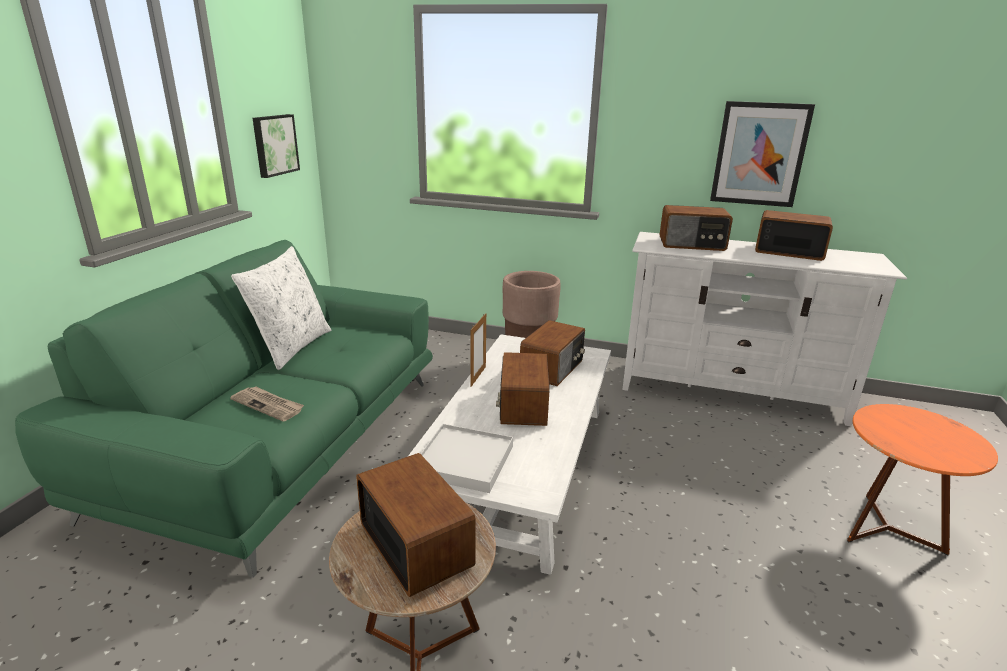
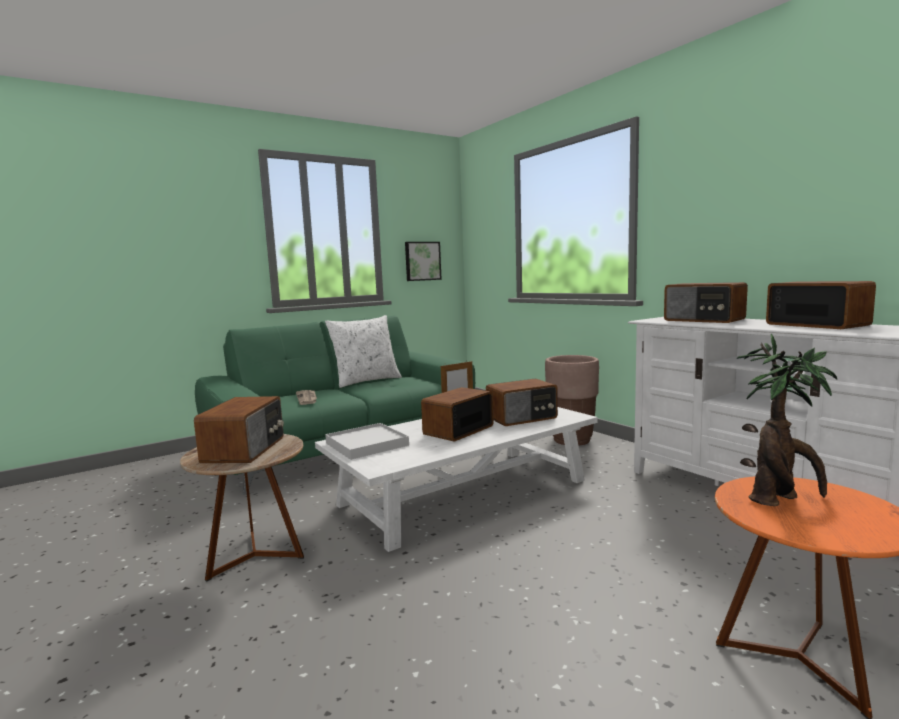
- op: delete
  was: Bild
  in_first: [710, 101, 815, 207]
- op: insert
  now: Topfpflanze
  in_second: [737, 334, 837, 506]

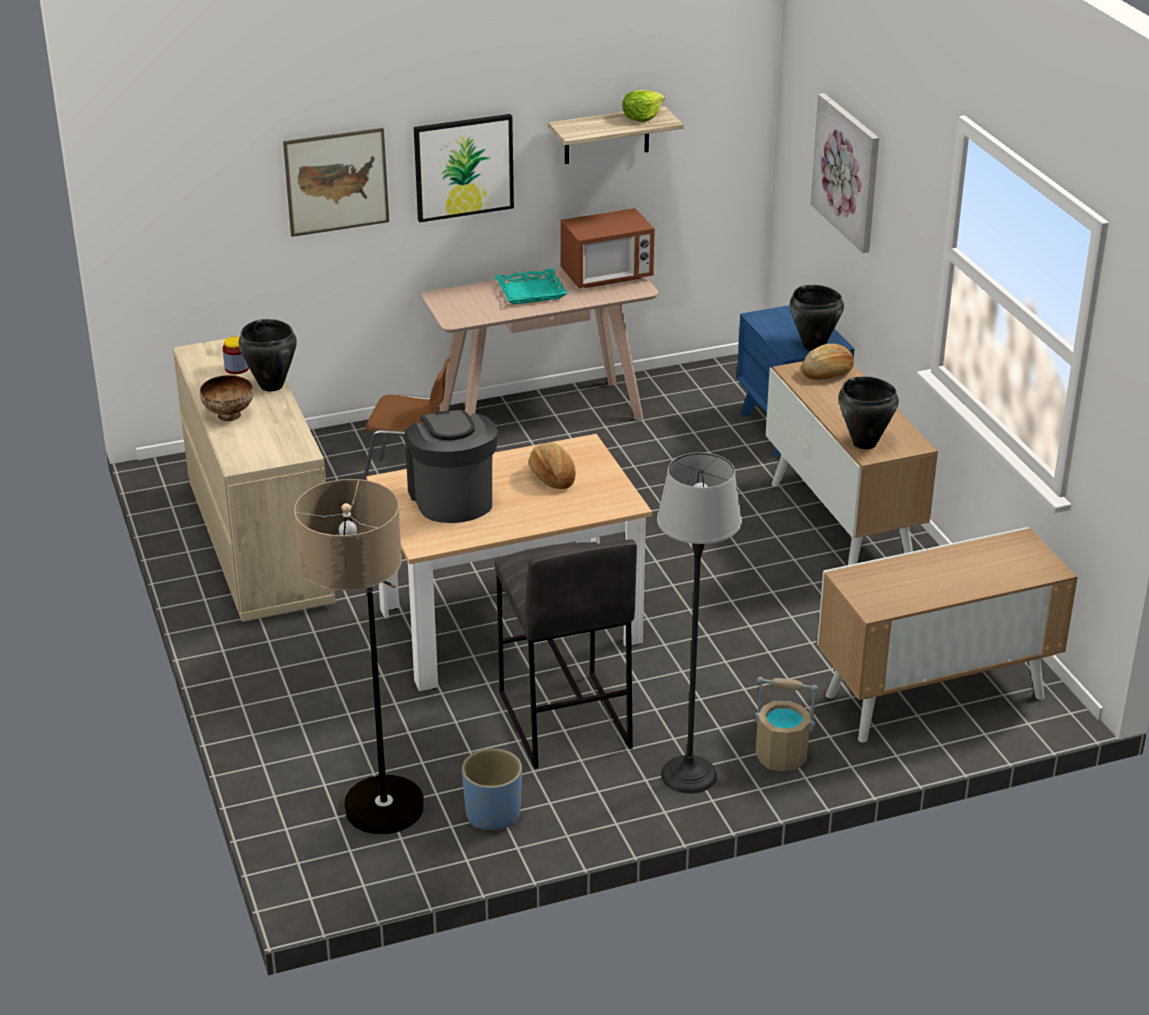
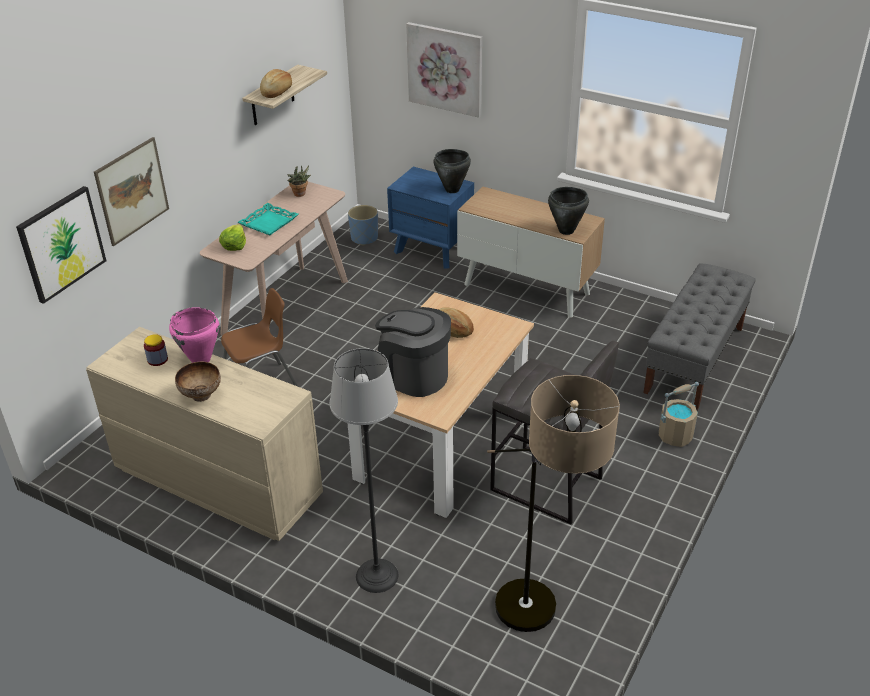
- op: recolor
  was: Kochtopf [schwarz]
  now: Kochtopf [rosa]
  in_first: [239, 319, 297, 391]
  in_second: [169, 307, 219, 363]
- op: move
  was: Bild
  in_first: [414, 114, 514, 222]
  in_second: [16, 186, 106, 304]
- op: move
  was: Pflanzkübel [blau]
  in_first: [462, 748, 522, 830]
  in_second: [348, 205, 378, 246]
- op: replace
  was: Mikrowelle
  now: Topfpflanze
  in_first: [560, 208, 655, 288]
  in_second: [288, 165, 311, 197]
- op: move
  was: Salatkopf
  in_first: [622, 90, 664, 122]
  in_second: [219, 224, 246, 251]
- op: move
  was: Stehlampe
  in_first: [657, 452, 742, 793]
  in_second: [330, 348, 398, 593]
- op: move
  was: Brot
  in_first: [801, 344, 854, 380]
  in_second: [260, 69, 292, 98]
- op: replace
  was: Schrank
  now: Bank [grau]
  in_first: [817, 527, 1078, 743]
  in_second: [643, 263, 756, 411]

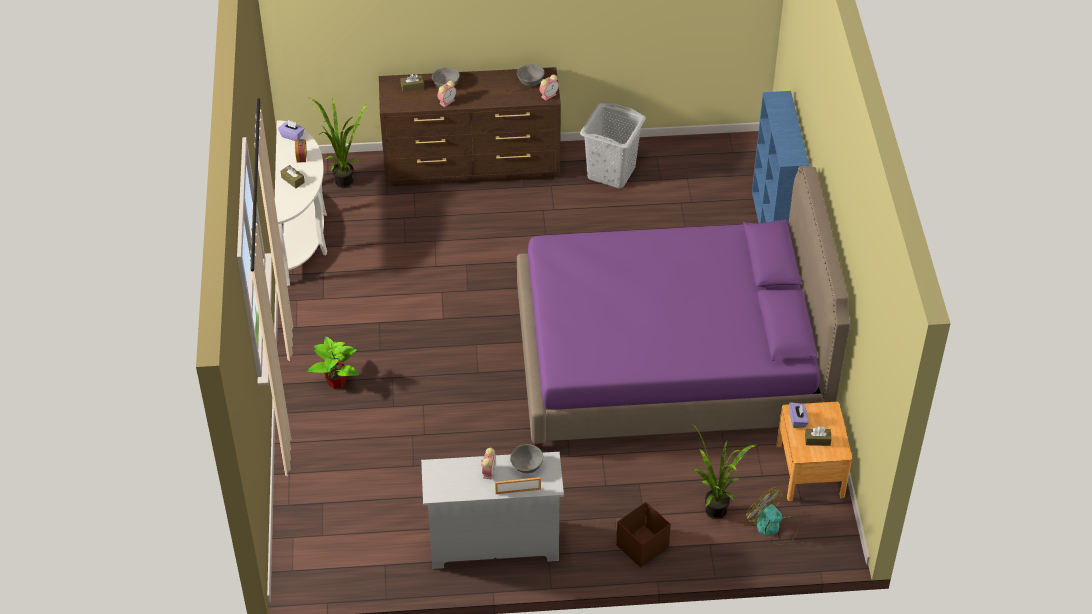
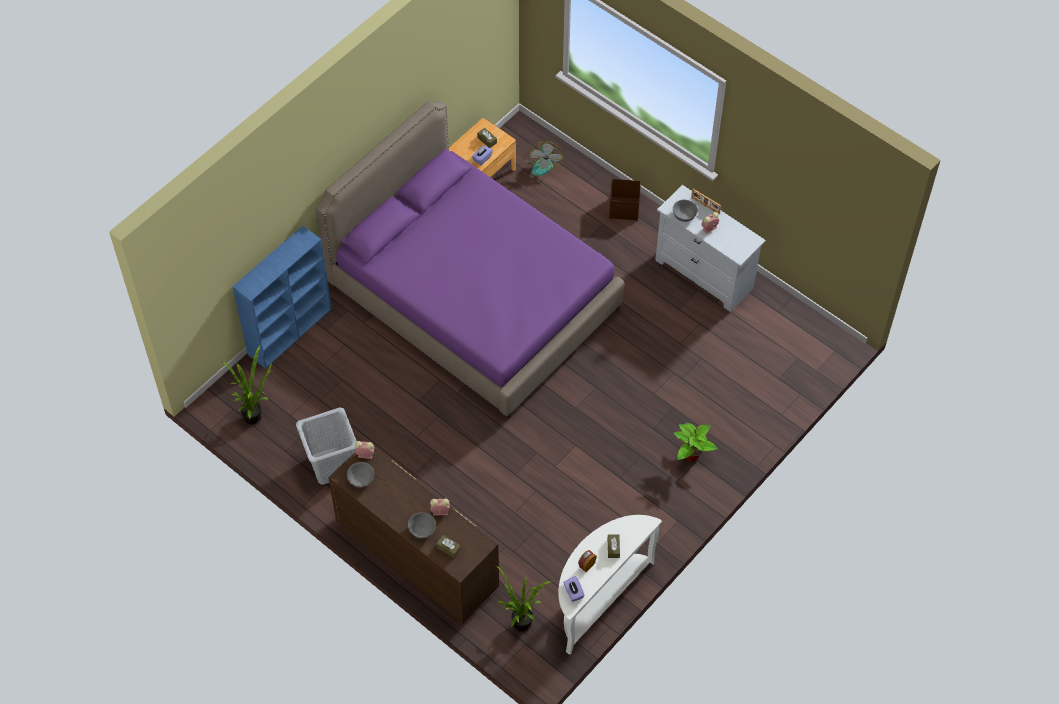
- op: move
  was: Topfpflanze
  in_first: [693, 425, 756, 519]
  in_second: [222, 346, 272, 425]

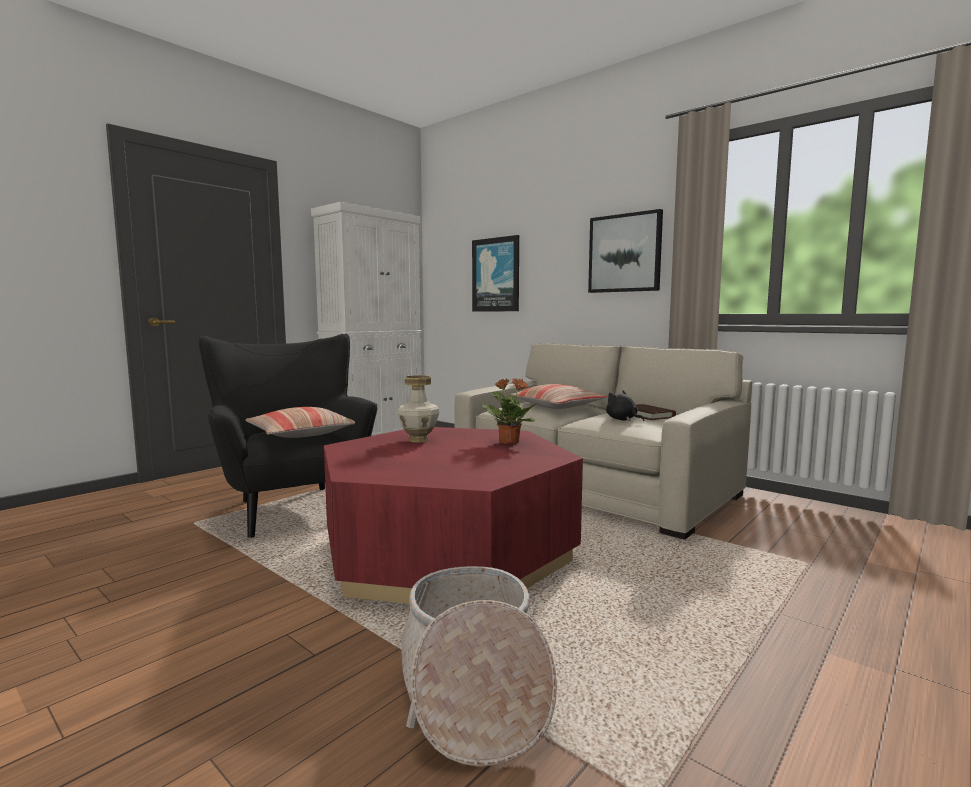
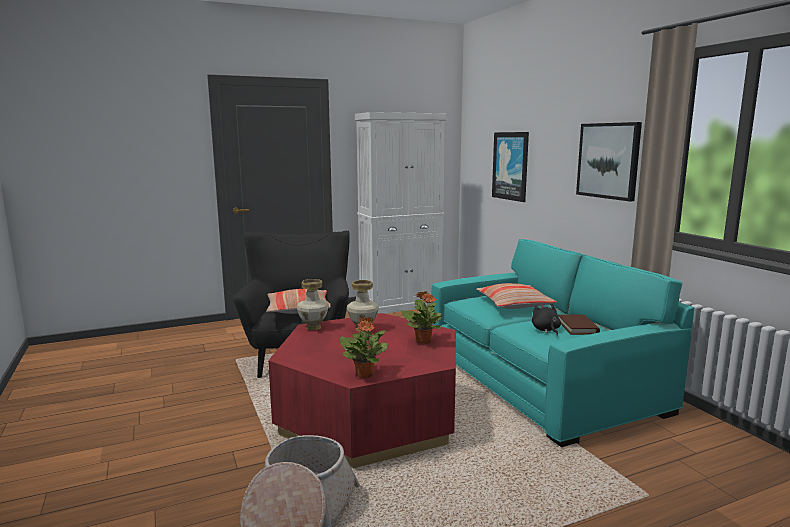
- op: recolor
  was: Sofa [beige]
  now: Sofa [türkis]
  in_first: [455, 343, 752, 540]
  in_second: [431, 239, 694, 447]
- op: insert
  now: Vase
  in_second: [296, 279, 329, 330]
- op: insert
  now: Topfpflanze
  in_second: [340, 317, 388, 378]

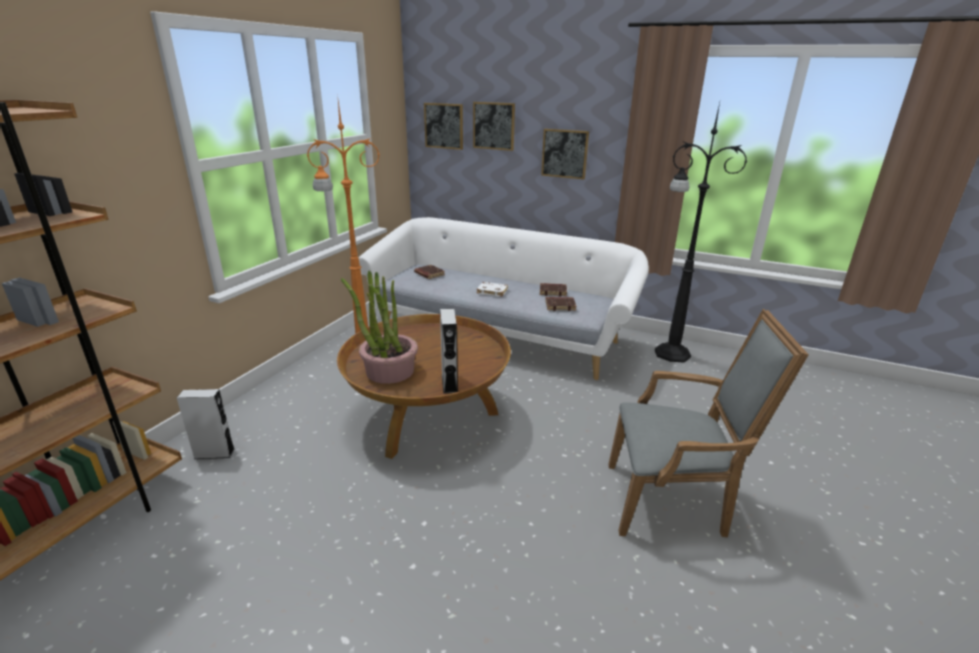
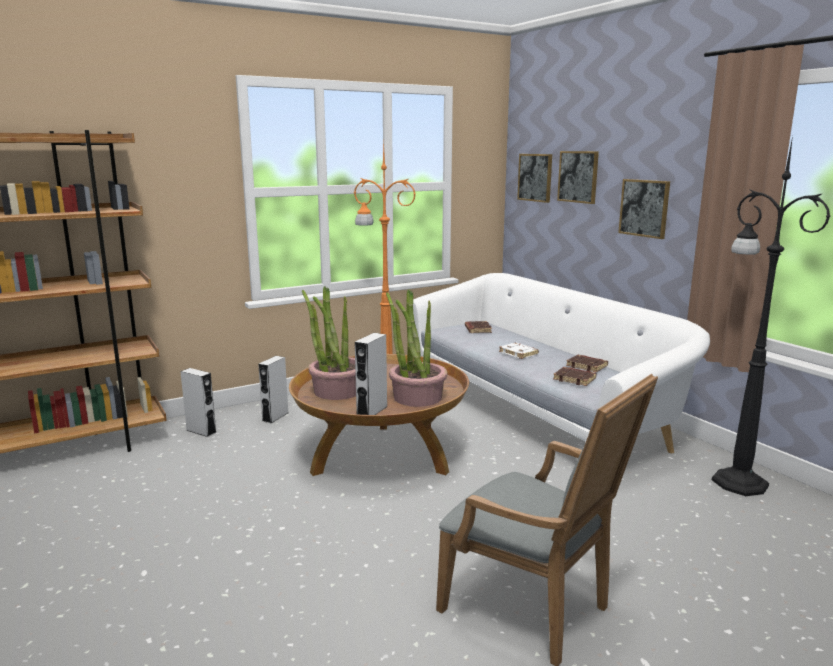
- op: insert
  now: Lautsprecher [grau]
  in_second: [258, 356, 288, 423]
- op: insert
  now: Topfpflanze
  in_second: [386, 290, 448, 407]

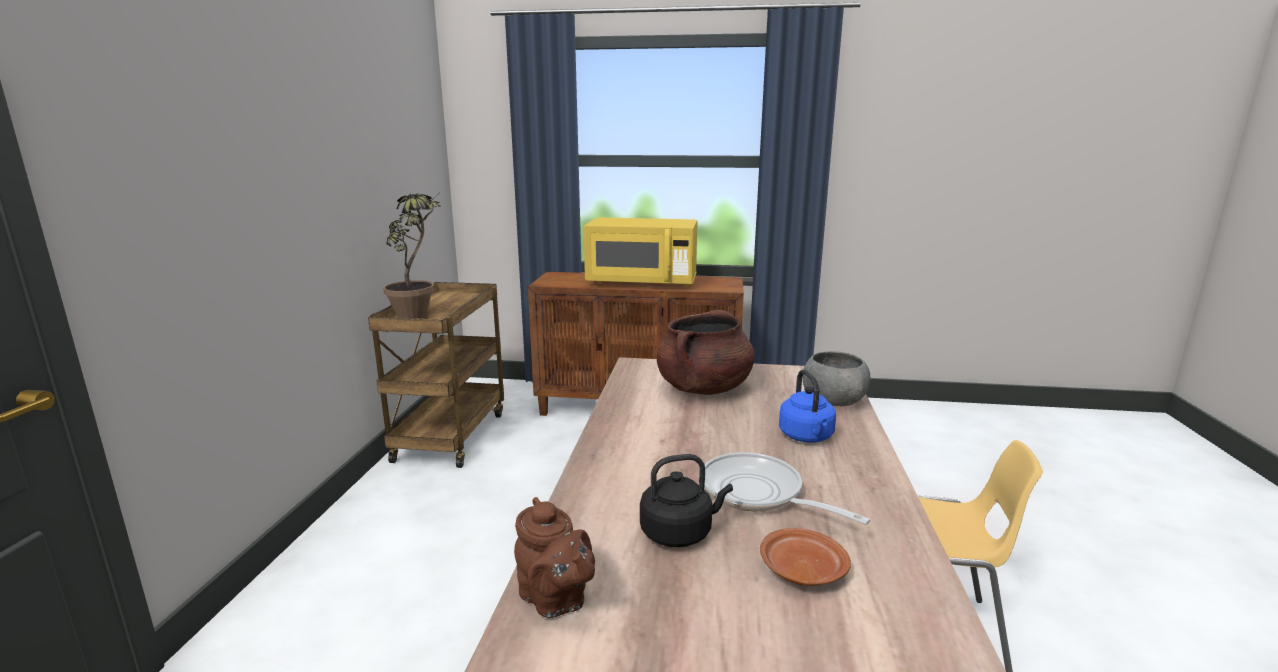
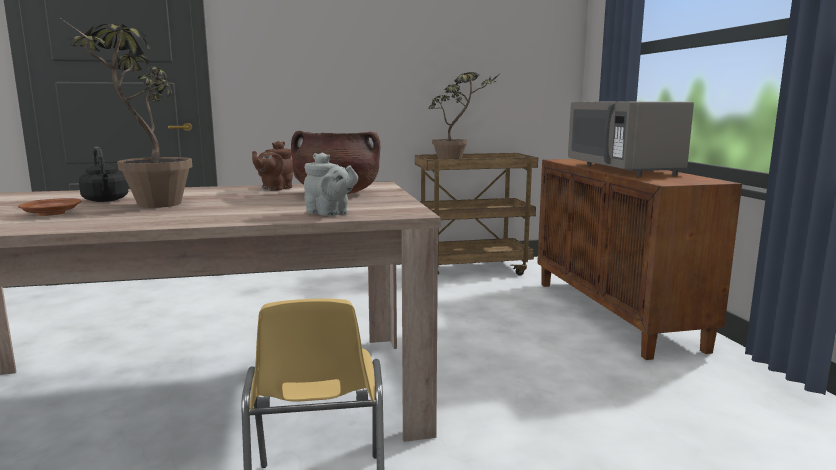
- op: move
  was: Teekanne [braun]
  in_first: [514, 497, 595, 618]
  in_second: [252, 141, 293, 191]
- op: recolor
  was: Mikrowelle [gelb]
  now: Mikrowelle [grau]
  in_first: [584, 217, 698, 288]
  in_second: [568, 102, 694, 177]
- op: replace
  was: Pfanne
  now: Topfpflanze
  in_first: [704, 452, 870, 525]
  in_second: [62, 19, 192, 208]
- op: delete
  was: Wasserkessel [blau]
  in_first: [779, 369, 836, 443]
- op: replace
  was: Schüssel [grau]
  now: Teekanne [grau]
  in_first: [802, 351, 871, 407]
  in_second: [304, 152, 358, 216]

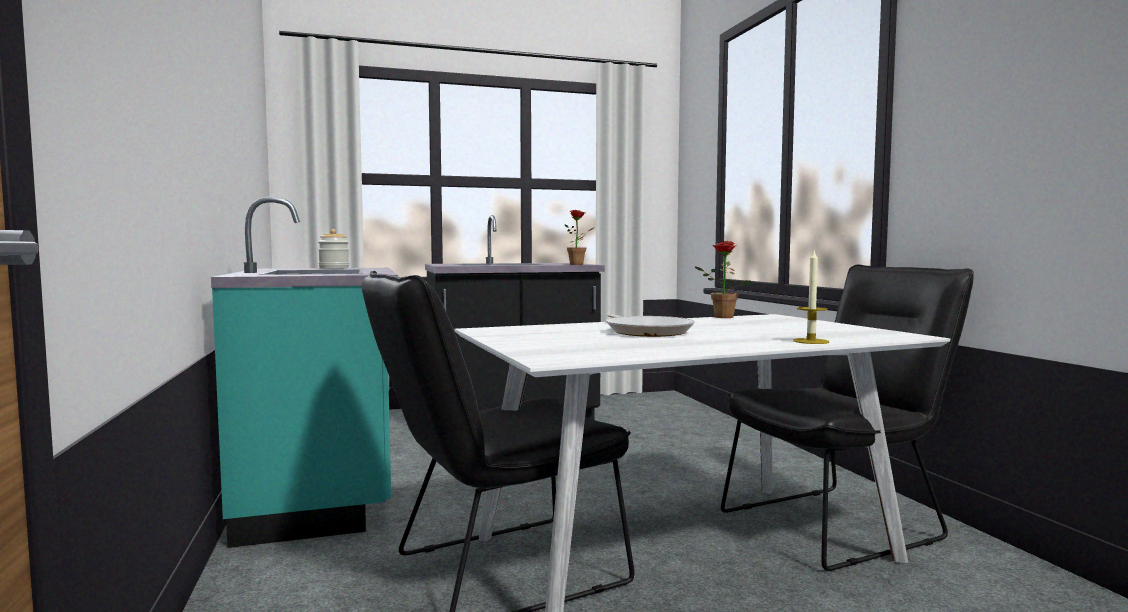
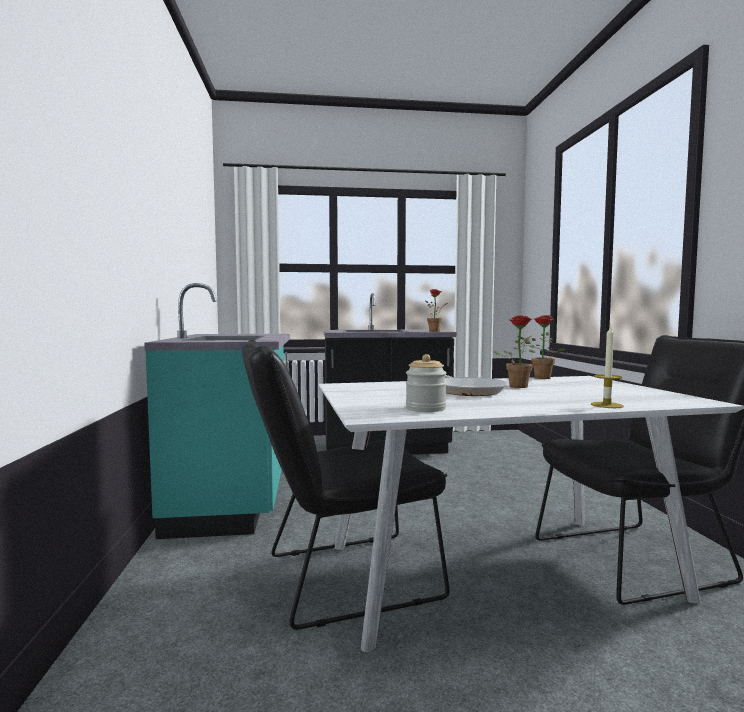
- op: move
  was: Vorratsglas
  in_first: [318, 229, 349, 269]
  in_second: [406, 354, 447, 412]
- op: insert
  now: Topfpflanze
  in_second: [494, 315, 535, 388]

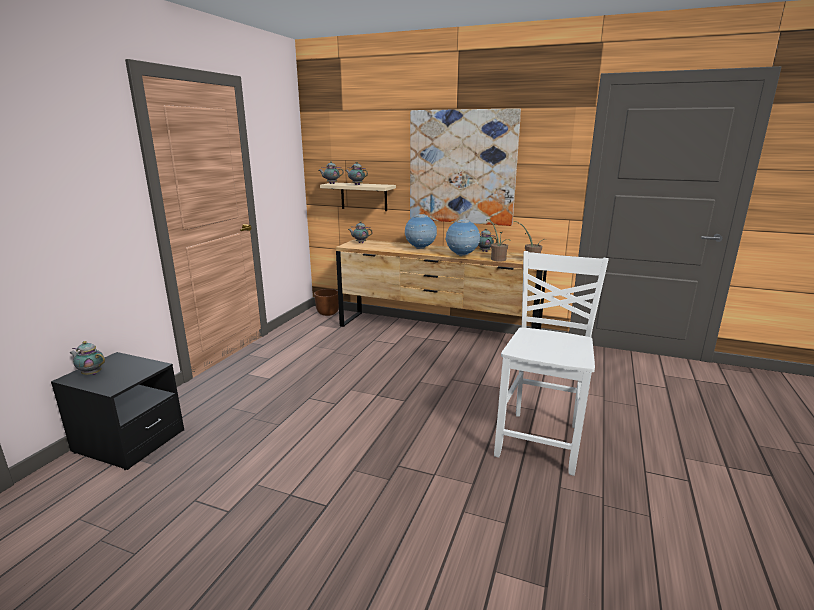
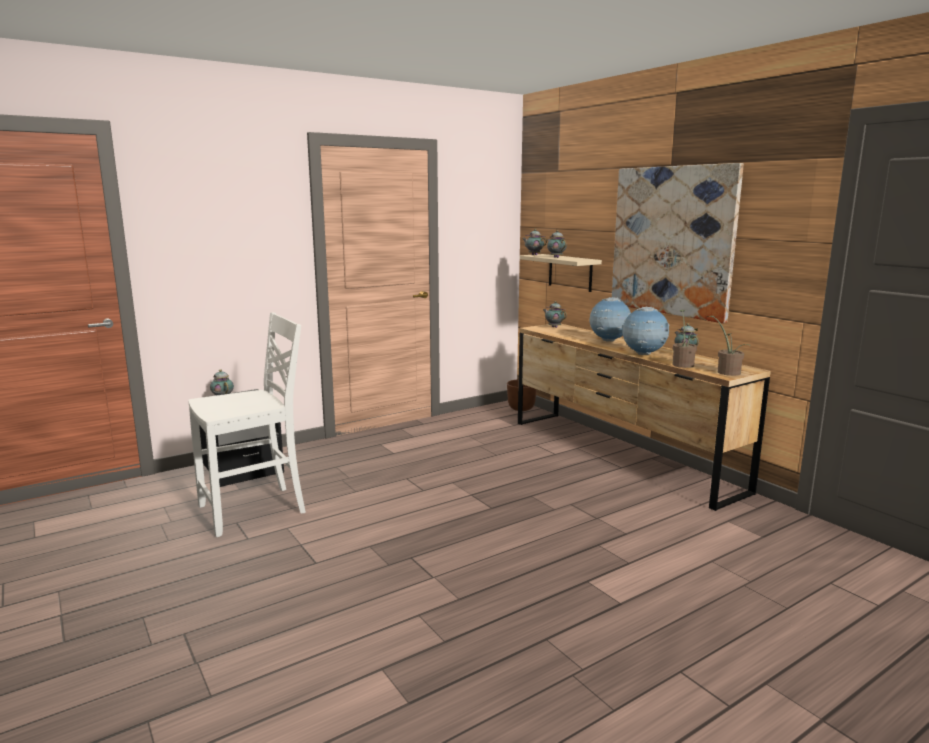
- op: move
  was: Stuhl [weiß]
  in_first: [494, 251, 609, 476]
  in_second: [188, 312, 306, 537]

